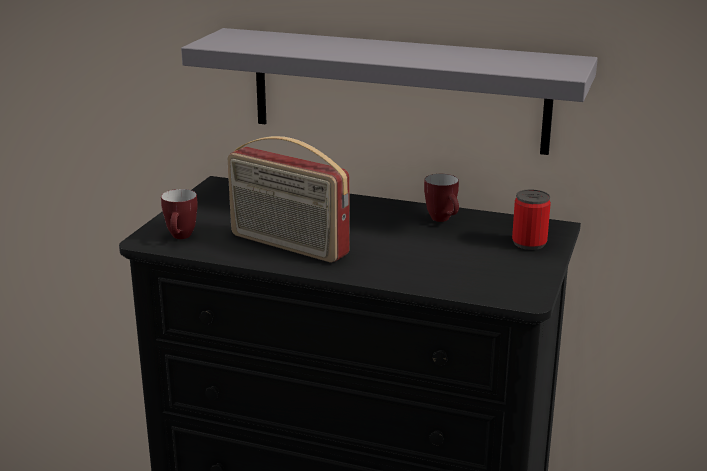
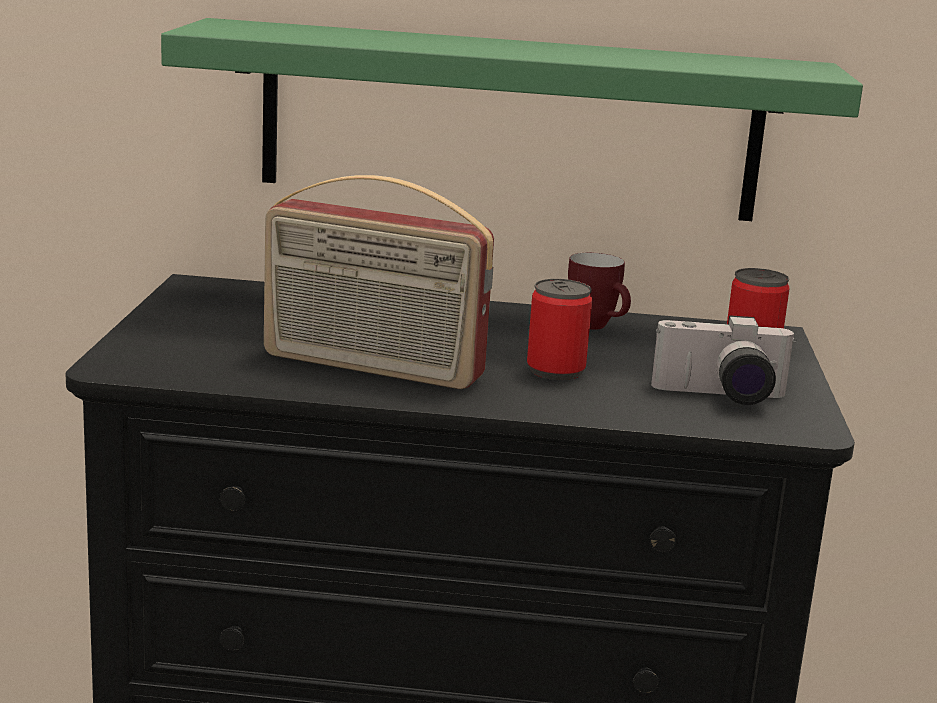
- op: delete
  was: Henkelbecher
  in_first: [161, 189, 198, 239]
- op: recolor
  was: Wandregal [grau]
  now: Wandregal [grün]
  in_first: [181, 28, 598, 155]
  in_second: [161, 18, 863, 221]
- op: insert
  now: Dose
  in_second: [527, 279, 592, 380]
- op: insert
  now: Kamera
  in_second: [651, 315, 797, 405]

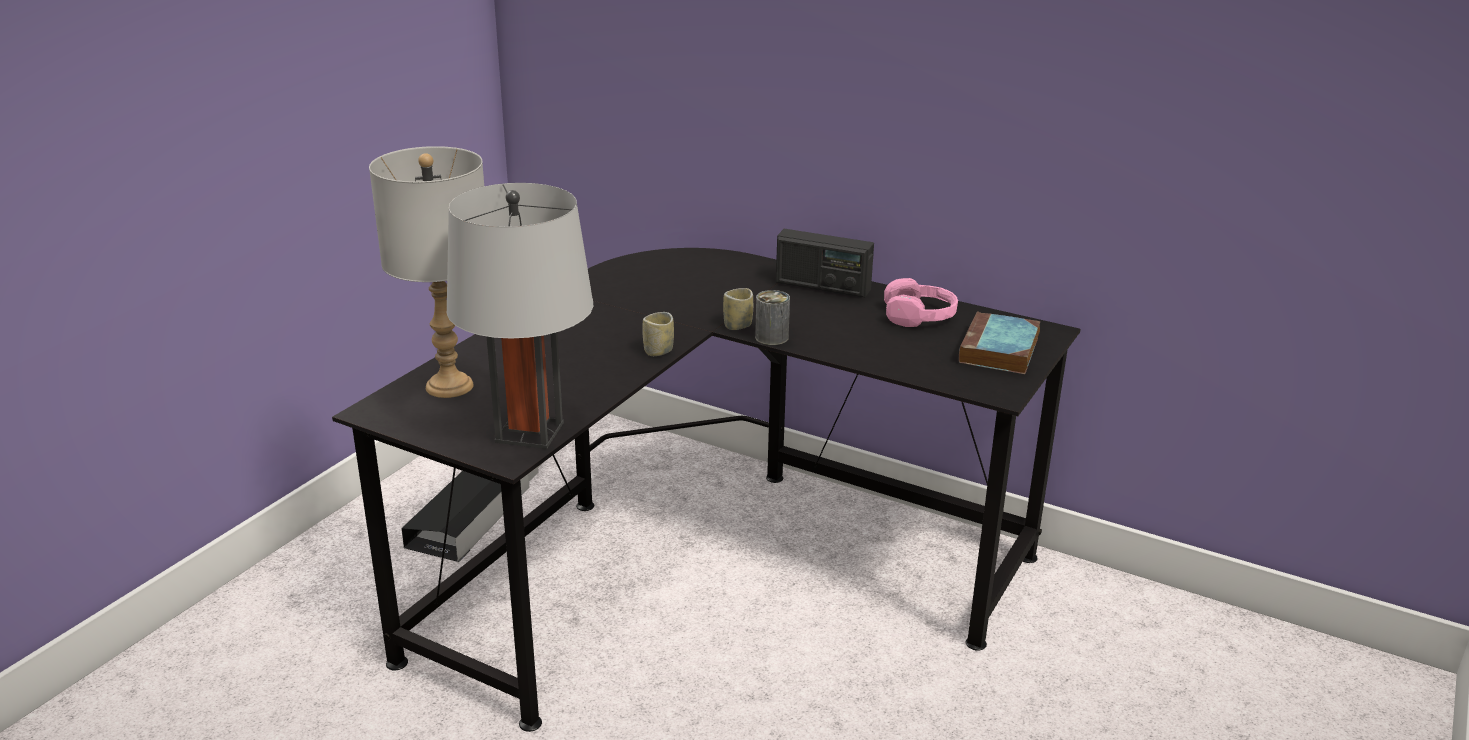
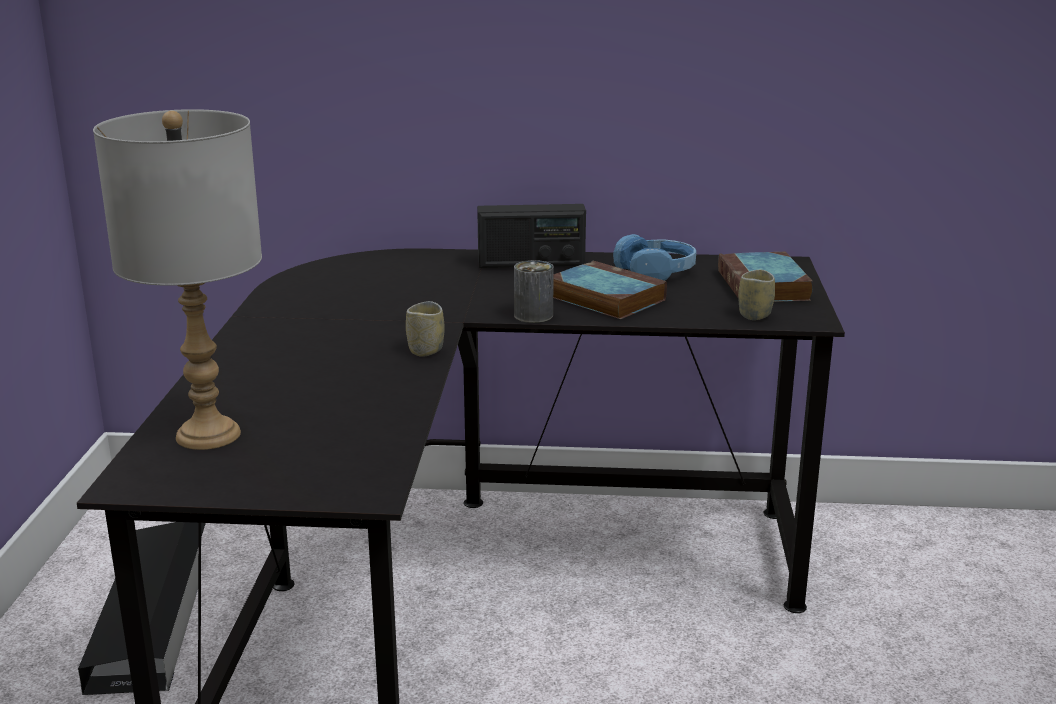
- op: delete
  was: Tischlampe [grau]
  in_first: [446, 183, 594, 449]
- op: move
  was: Tasse
  in_first: [723, 288, 753, 330]
  in_second: [738, 270, 775, 320]
- op: recolor
  was: Kopfhörer [rosa]
  now: Kopfhörer [blau]
  in_first: [884, 278, 958, 327]
  in_second: [613, 234, 696, 281]
- op: insert
  now: Buch
  in_second: [553, 261, 667, 319]

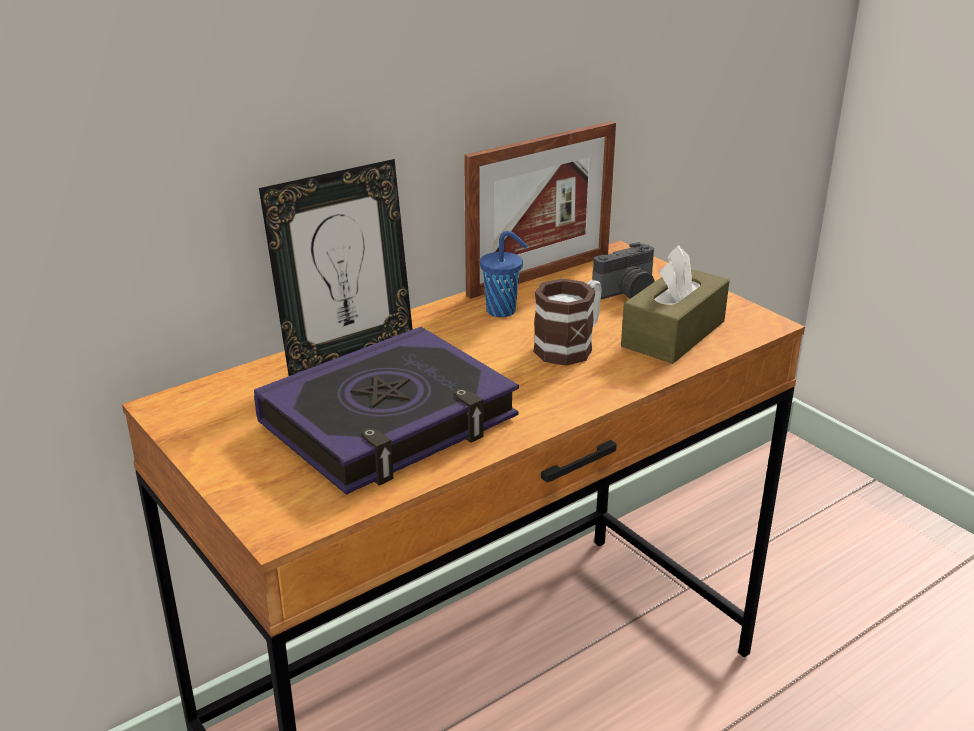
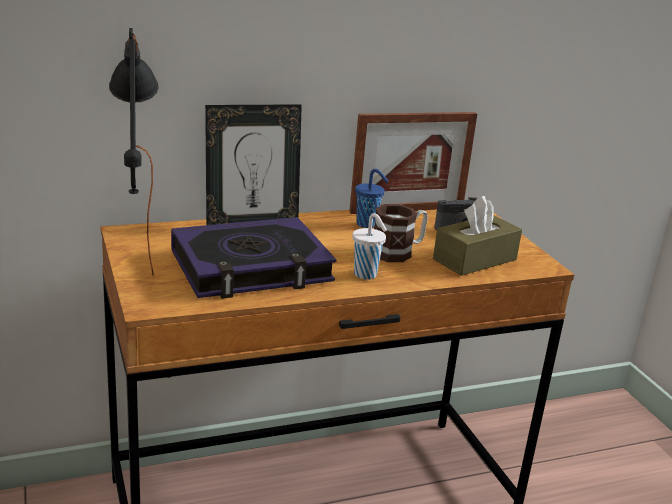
- op: insert
  now: Tischlampe [schwarz]
  in_second: [109, 28, 159, 276]
- op: insert
  now: Tasse [weiß]
  in_second: [352, 213, 387, 279]

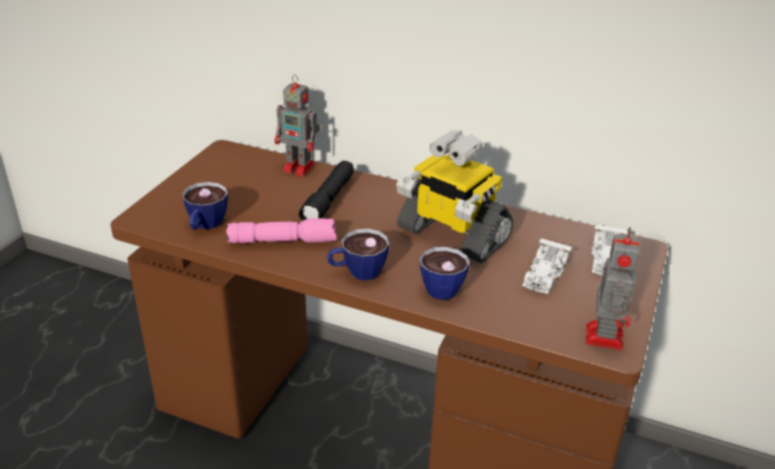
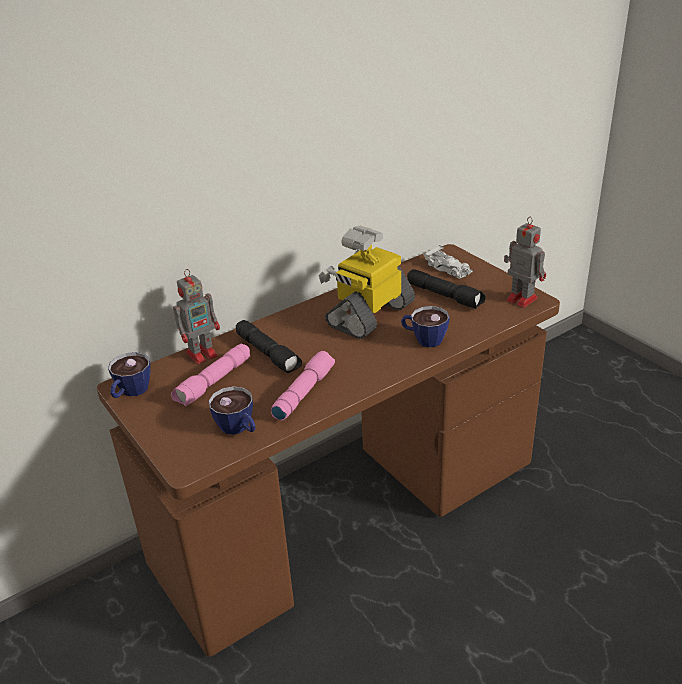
- op: move
  was: Tasse
  in_first: [327, 228, 389, 281]
  in_second: [108, 352, 151, 398]
- op: rotate
  was: Spielzeugroboter
  in_first: [396, 131, 514, 263]
  in_second: [319, 225, 415, 339]
  clockwise: 150
- op: replace
  was: Spielzeugauto [weiß]
  now: Taschenlampe [schwarz]
  in_first: [522, 236, 573, 294]
  in_second: [407, 269, 486, 309]
- op: insert
  now: Taschenlampe [rosa]
  in_second: [171, 344, 250, 407]

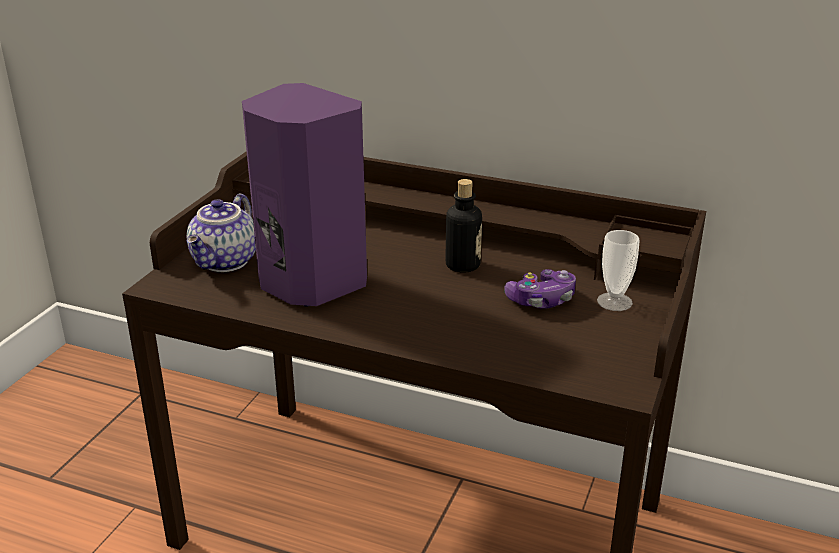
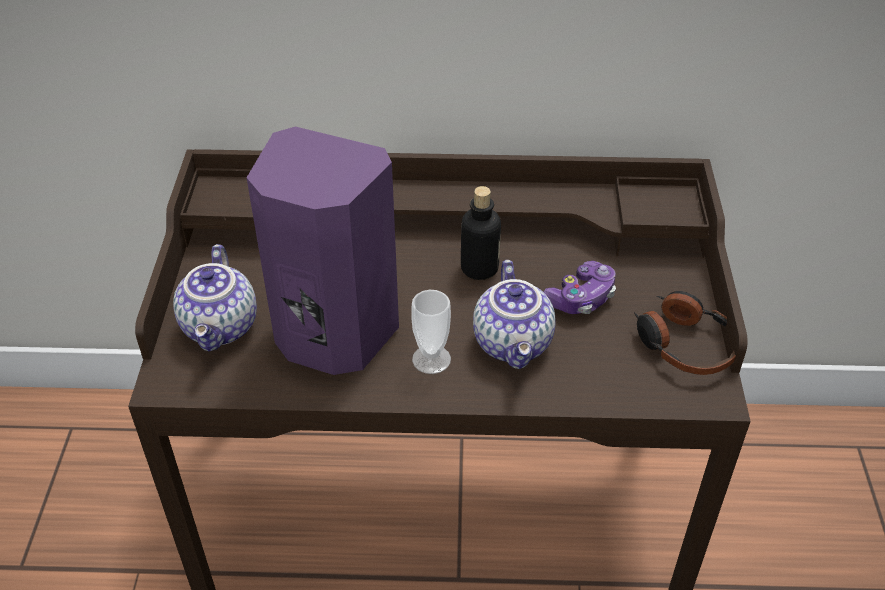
- op: move
  was: Tasse
  in_first: [597, 230, 640, 311]
  in_second: [411, 290, 451, 374]
- op: insert
  now: Teekanne
  in_second: [473, 260, 556, 369]
- op: insert
  now: Kopfhörer
  in_second: [634, 291, 736, 375]

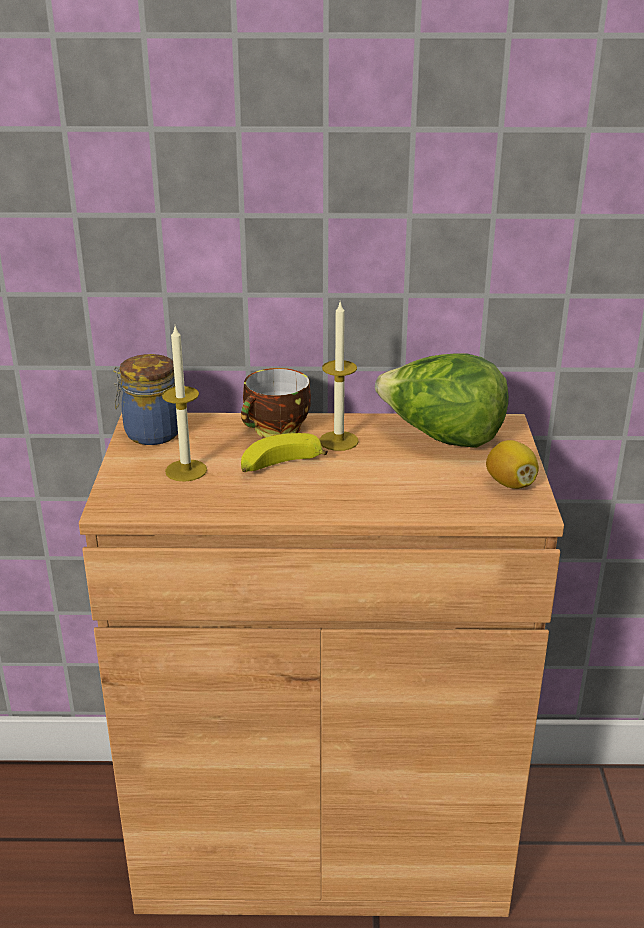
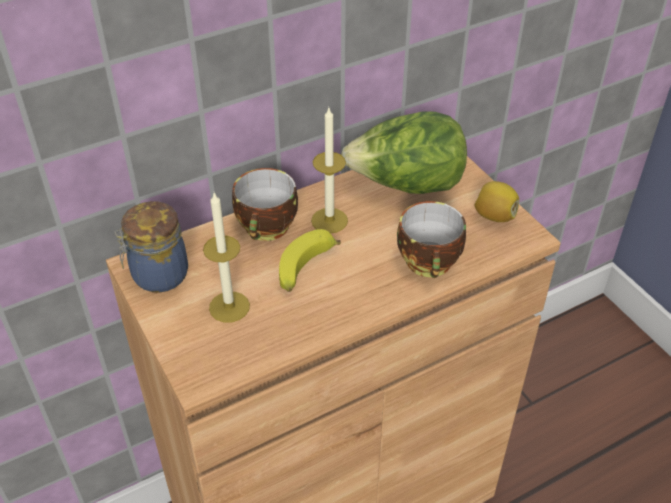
- op: insert
  now: Tasse
  in_second: [397, 201, 466, 278]

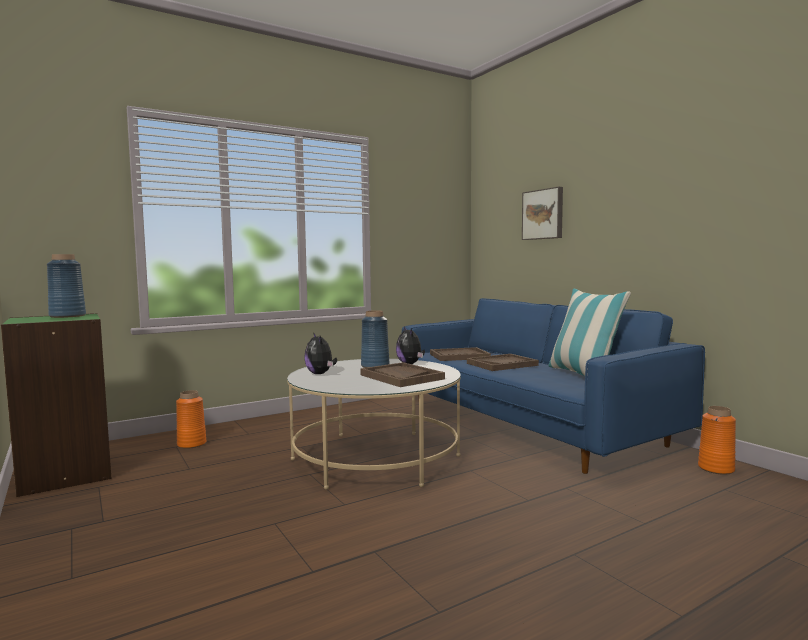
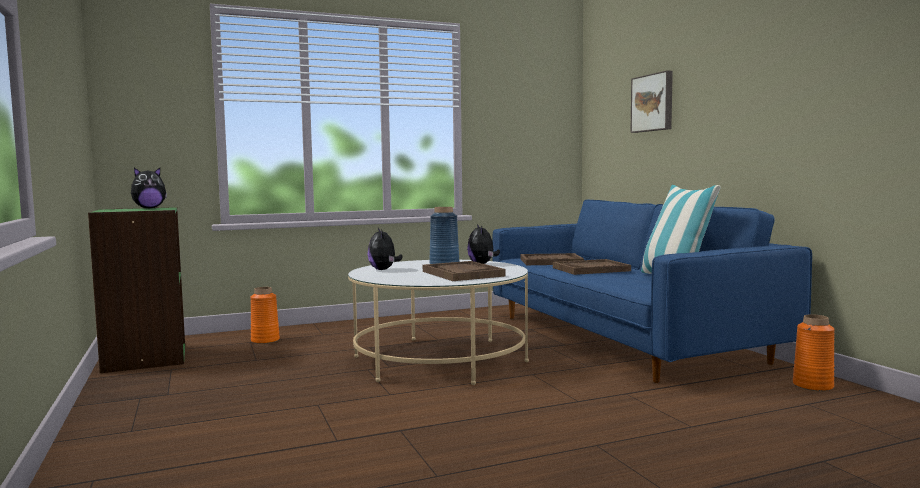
- op: replace
  was: Vase [blau]
  now: Plüschtier
  in_first: [47, 254, 86, 318]
  in_second: [131, 168, 167, 209]

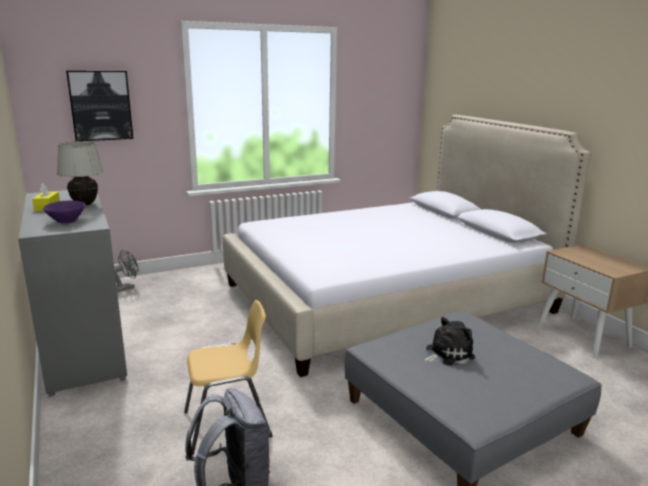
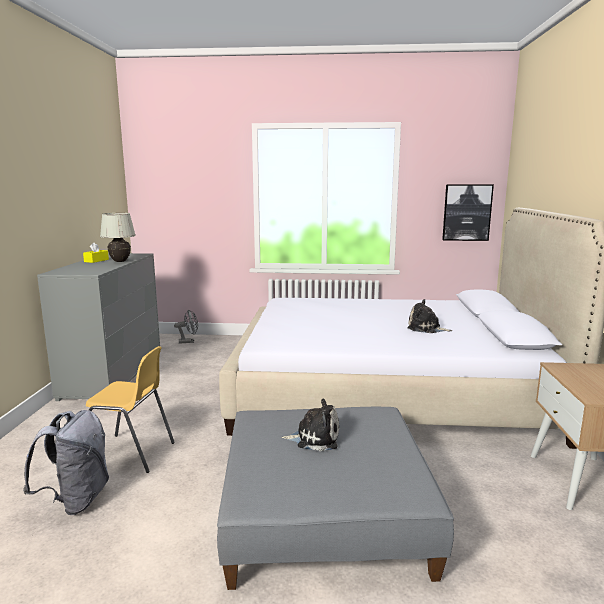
- op: delete
  was: Schüssel [lila]
  in_first: [43, 200, 86, 223]
- op: move
  was: Bild
  in_first: [66, 71, 133, 141]
  in_second: [442, 184, 494, 241]
- op: insert
  now: Plüschtier
  in_second: [407, 299, 452, 333]

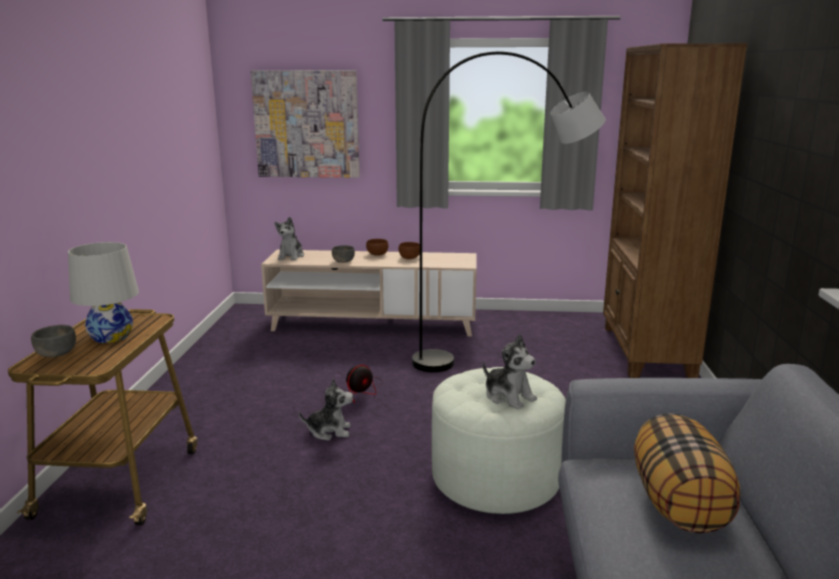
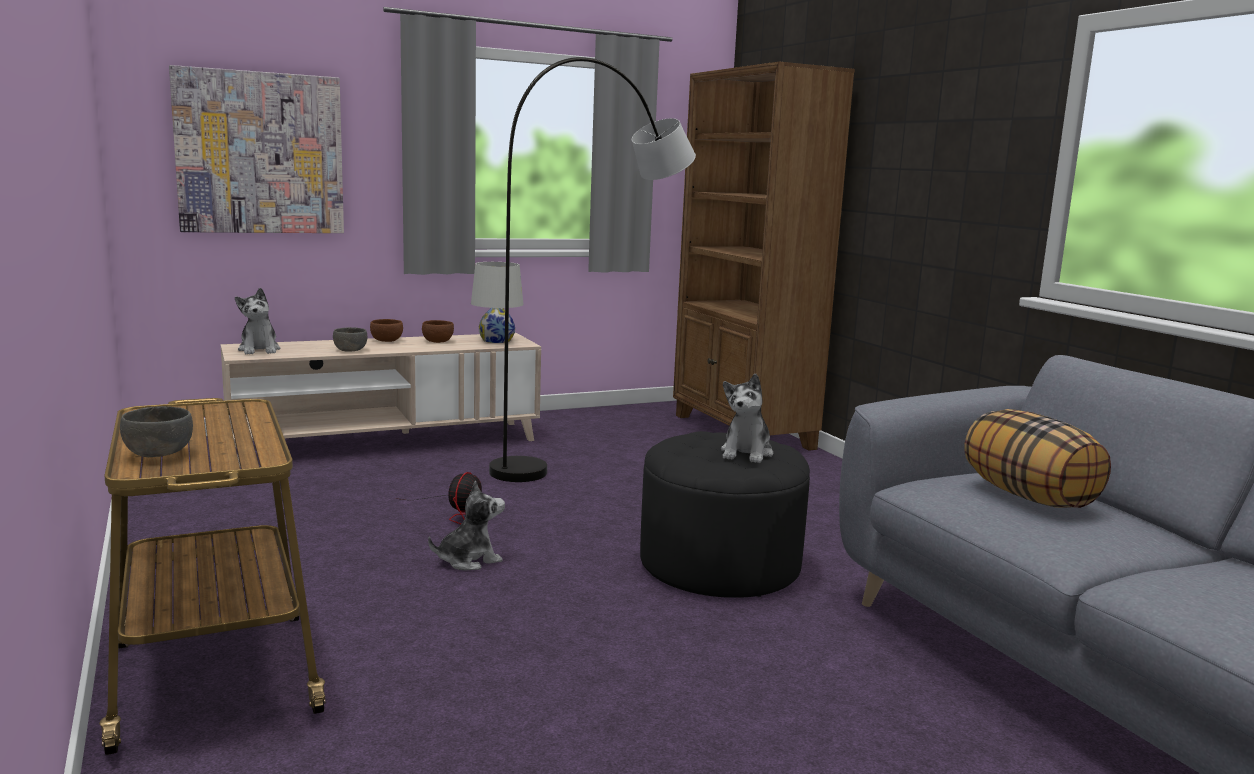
- op: move
  was: Tischlampe [weiß]
  in_first: [68, 242, 139, 343]
  in_second: [471, 262, 524, 343]
- op: recolor
  was: Polsterhocker [weiß]
  now: Polsterhocker [schwarz]
  in_first: [432, 367, 566, 514]
  in_second: [640, 431, 810, 598]
- op: rotate
  was: Plüschtier
  in_first: [483, 334, 537, 409]
  in_second: [721, 374, 773, 463]
  clockwise: 90

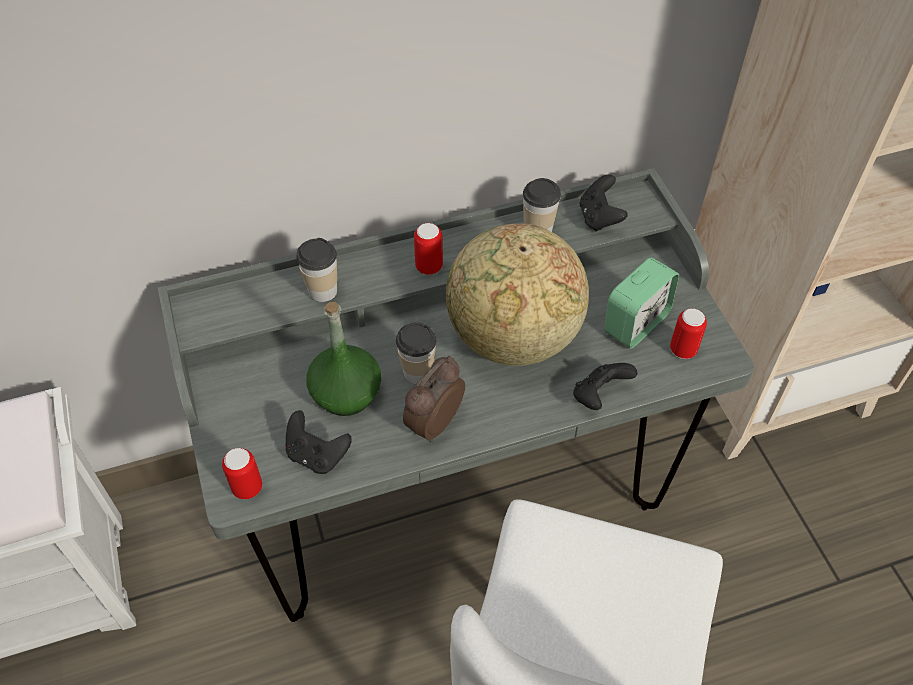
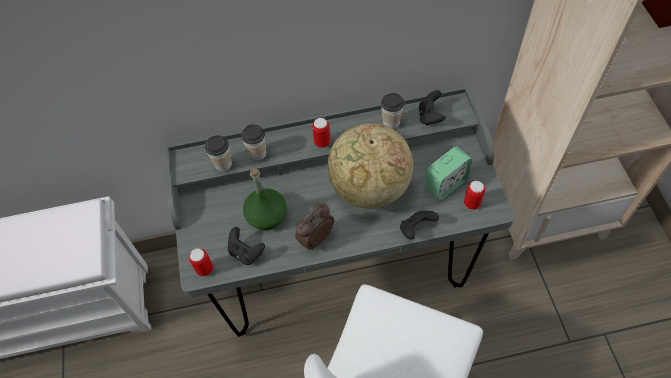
- op: move
  was: Tasse
  in_first: [396, 322, 437, 385]
  in_second: [205, 135, 232, 172]

